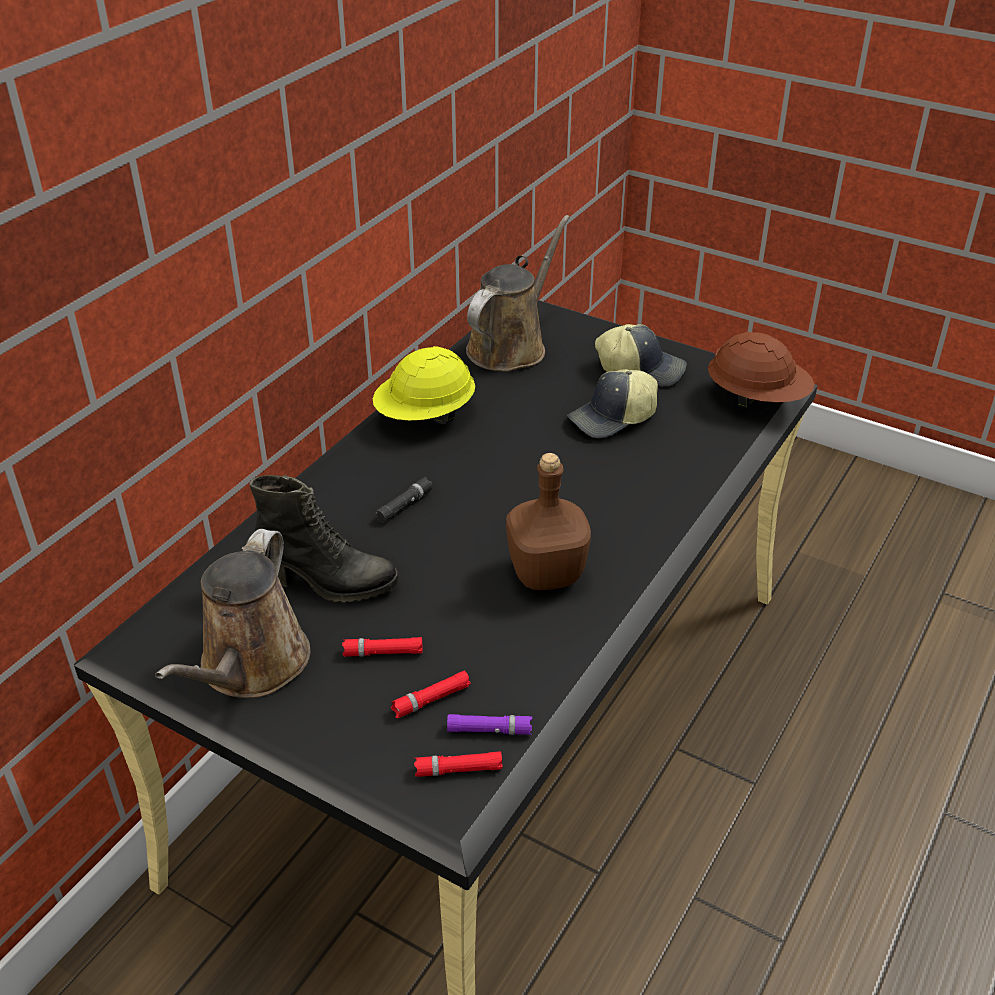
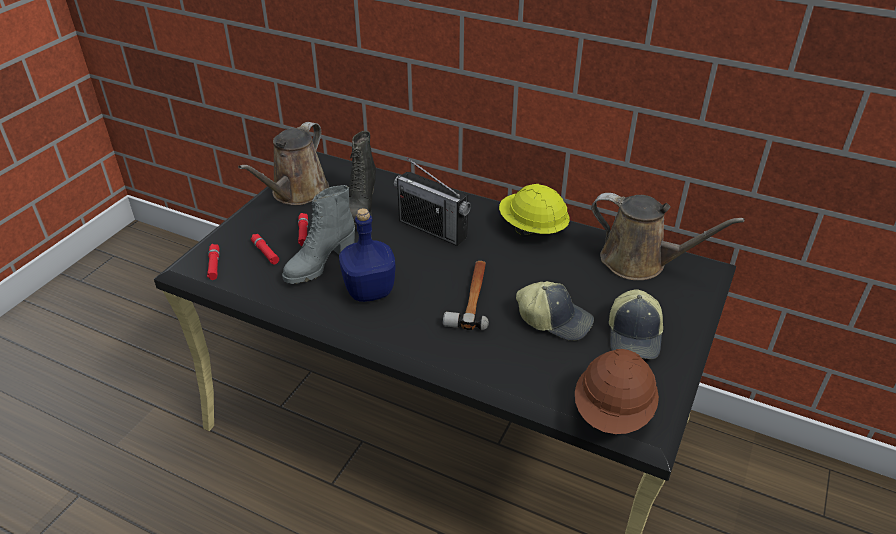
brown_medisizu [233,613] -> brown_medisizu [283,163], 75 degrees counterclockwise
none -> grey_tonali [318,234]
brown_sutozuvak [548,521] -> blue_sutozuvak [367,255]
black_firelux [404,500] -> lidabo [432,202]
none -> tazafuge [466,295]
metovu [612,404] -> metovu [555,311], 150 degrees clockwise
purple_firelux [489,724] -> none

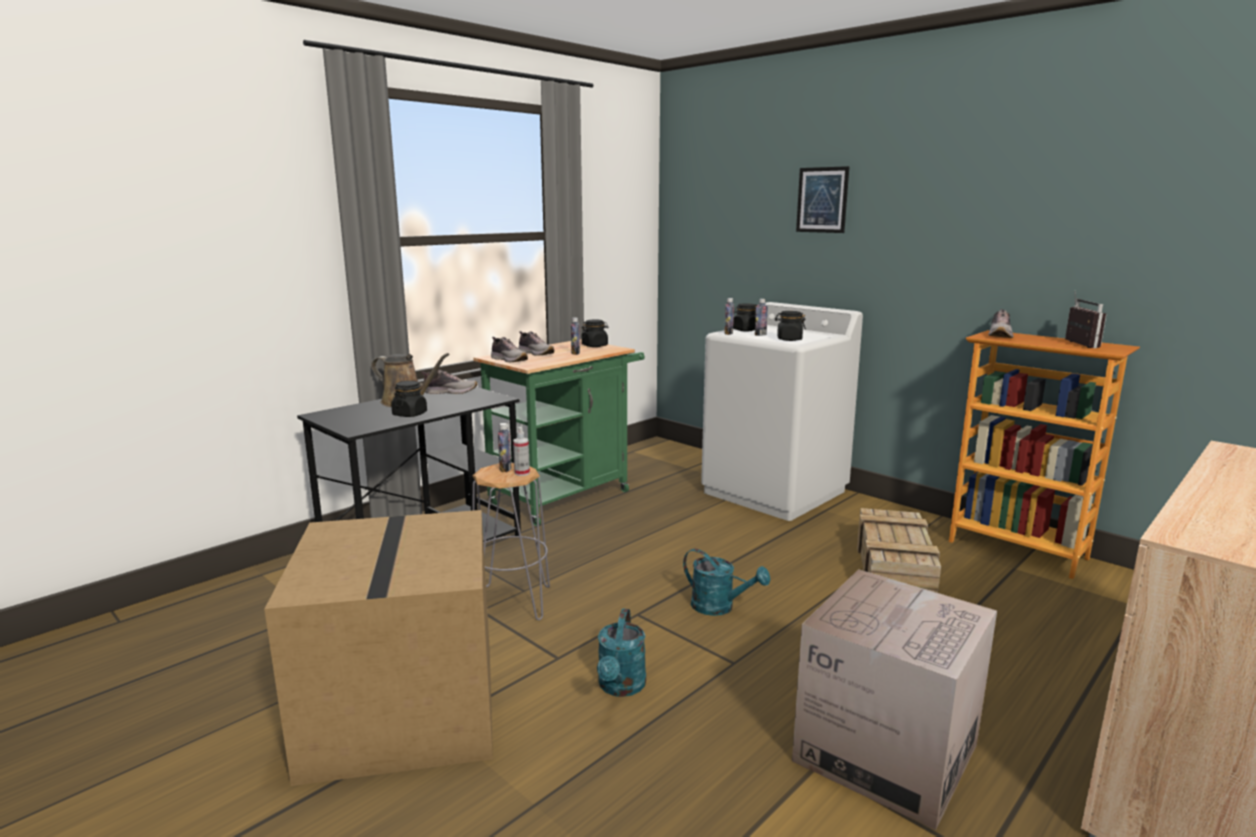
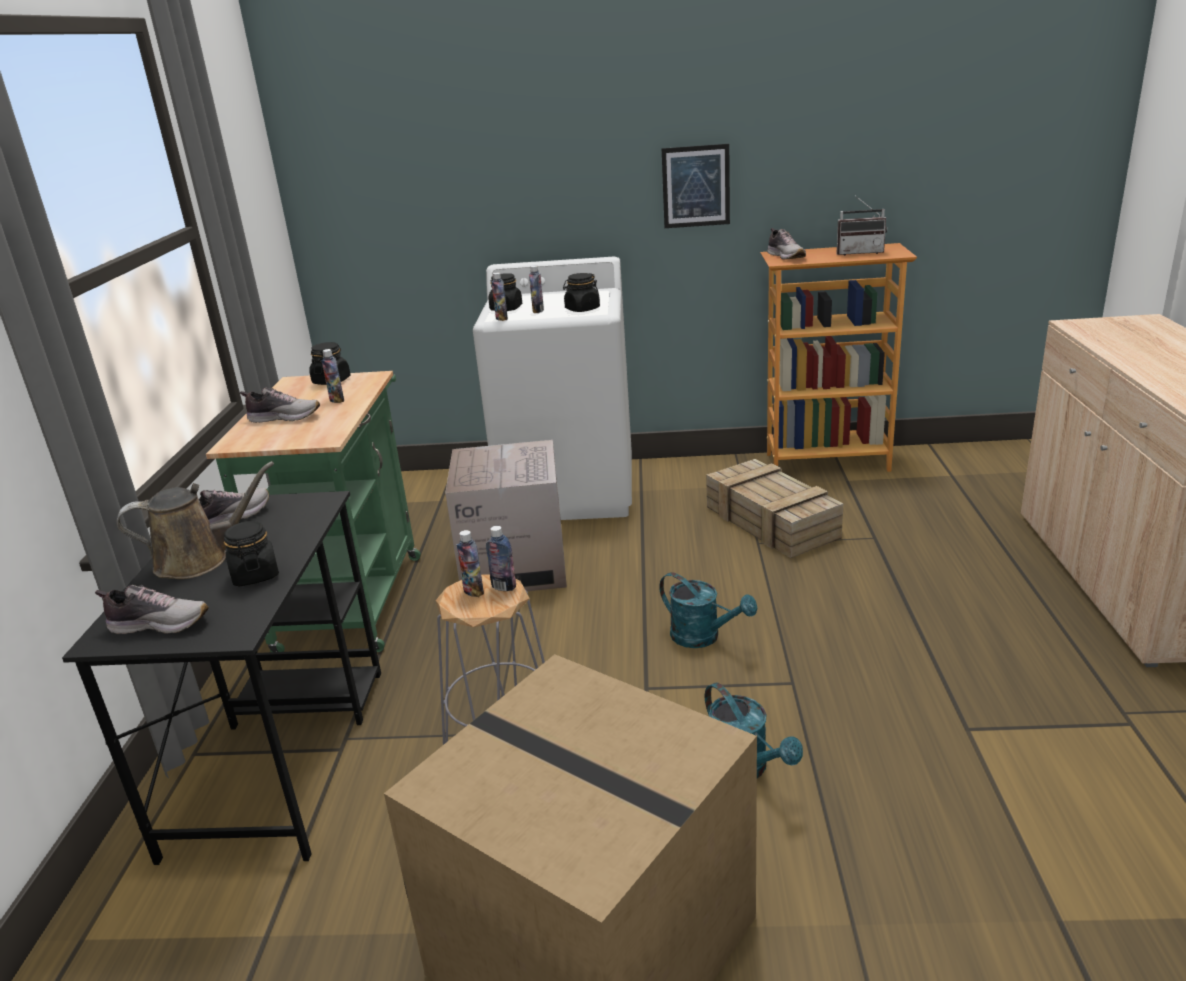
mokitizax [509,349] -> mokitizax [152,609], moved
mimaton [894,699] -> mimaton [506,515], moved
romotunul [521,451] -> sutozuvak [501,558]
turquoise_medisizu [726,582] -> turquoise_medisizu [708,610], 45 degrees clockwise
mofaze [823,199] -> mofaze [695,186], moved
lidabo [1085,319] -> lidabo [862,226], 135 degrees clockwise

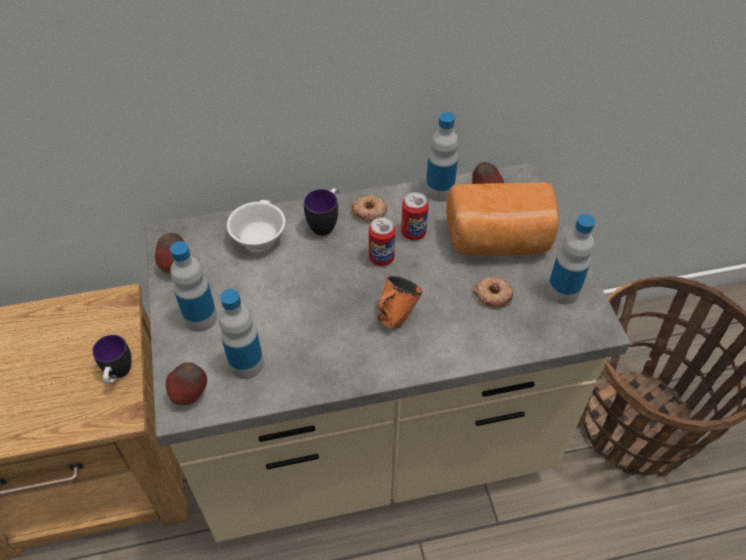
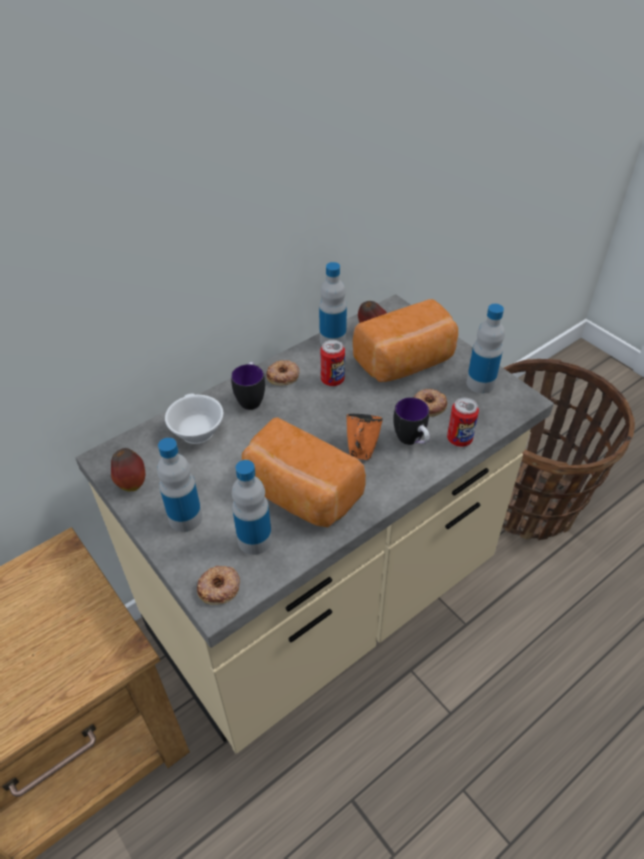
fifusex [186,383] -> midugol [218,585]
none -> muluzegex [304,472]
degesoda [112,359] -> degesoda [411,421], moved
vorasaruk [382,241] -> vorasaruk [463,422], moved

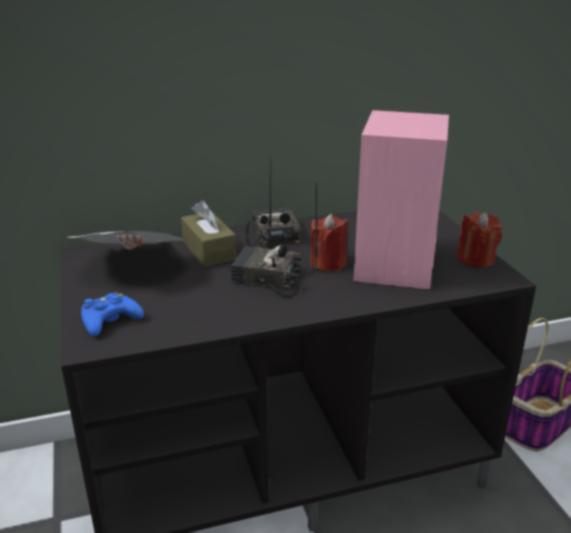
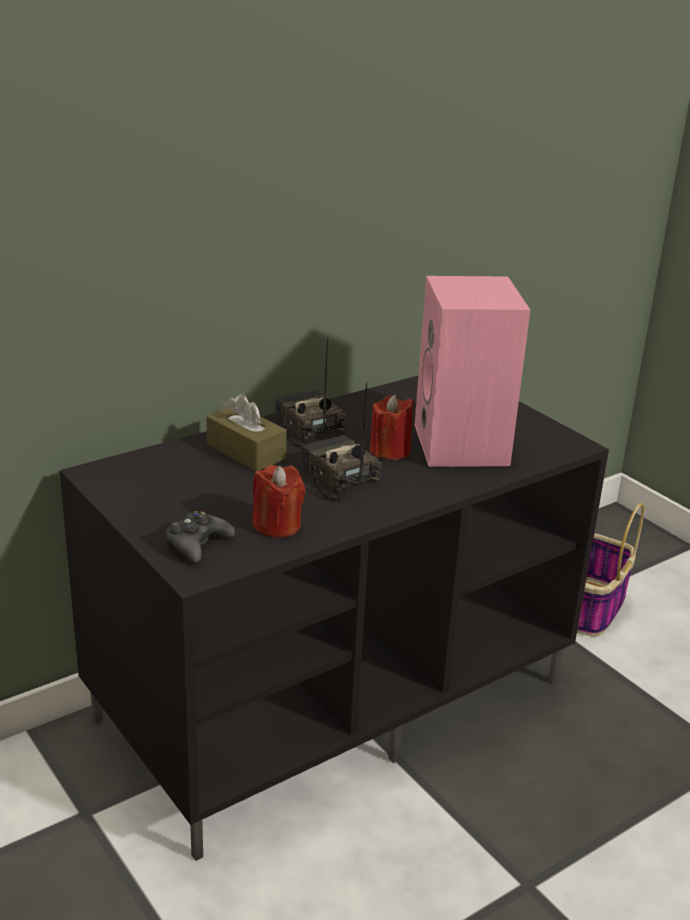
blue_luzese [112,314] -> black_luzese [200,537]
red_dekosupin [479,240] -> red_dekosupin [278,501], moved
lidabo [274,239] -> lidabo [341,442], 60 degrees clockwise
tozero [127,240] -> none

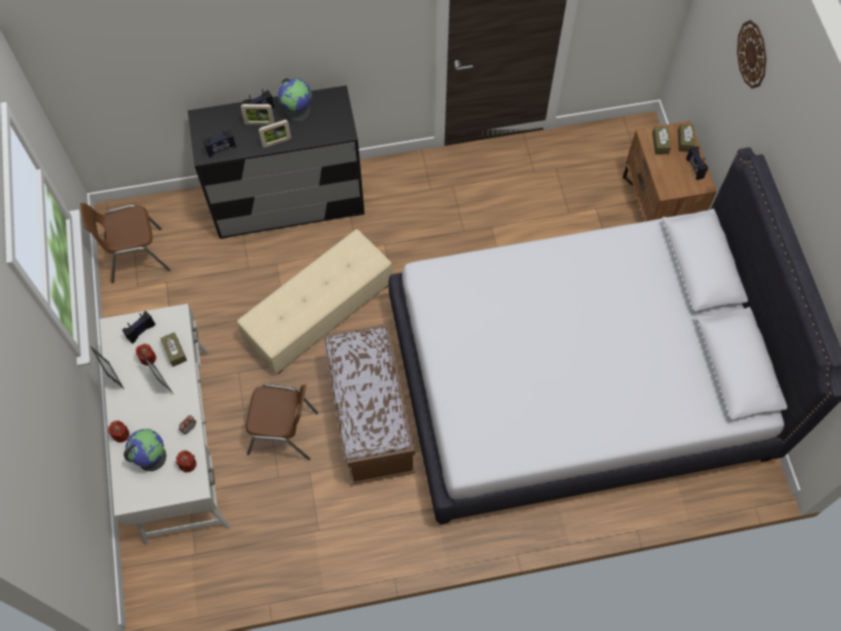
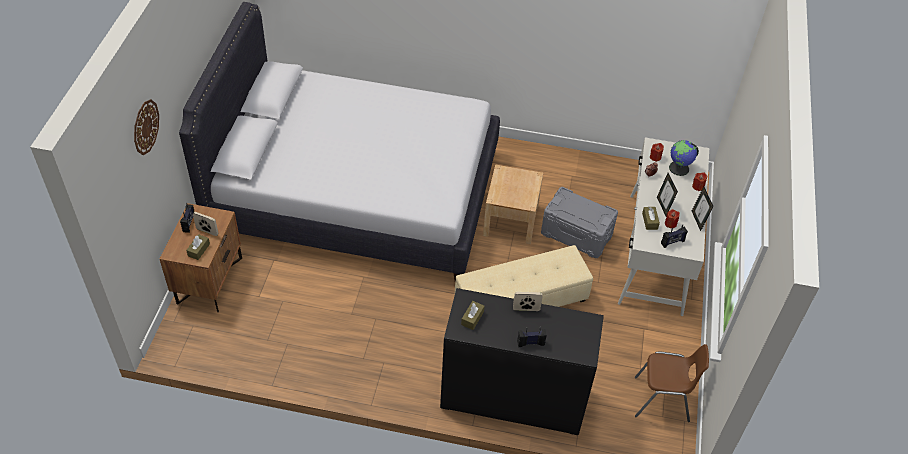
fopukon [257,114] -> fopukon [206,224], moved
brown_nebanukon [686,138] -> brown_nebanukon [473,315], moved
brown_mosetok [370,404] -> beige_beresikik [513,204]
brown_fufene [282,422] -> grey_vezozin [579,222]
lidabo [219,143] -> none
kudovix [295,100] -> none

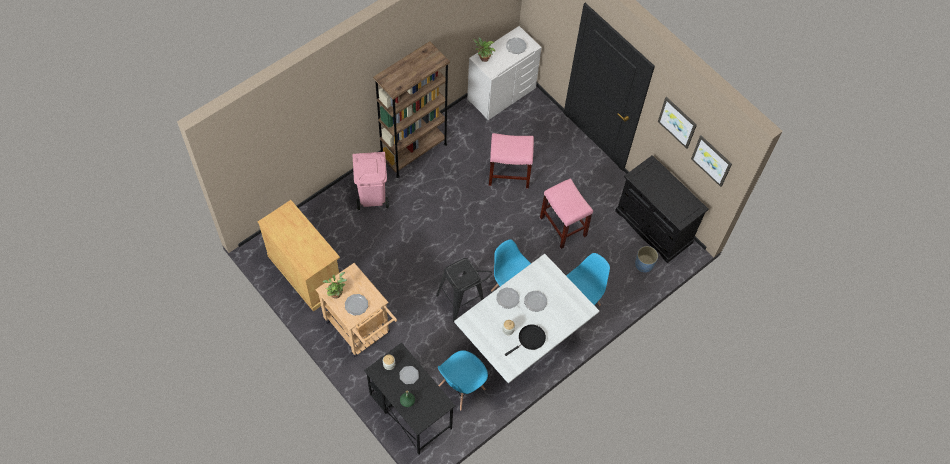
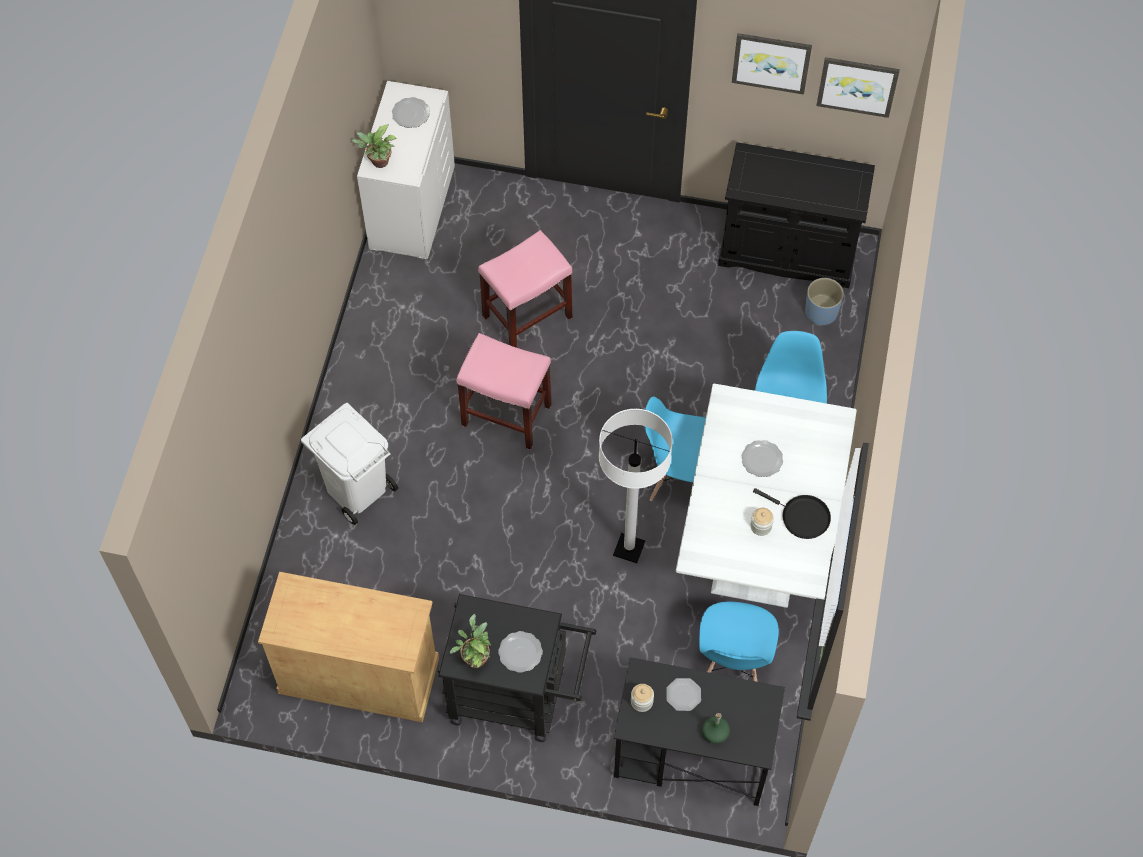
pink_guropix [370,181] -> white_guropix [349,464]
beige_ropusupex [356,310] -> black_ropusupex [517,668]
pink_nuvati [566,213] -> pink_nuvati [504,391], moved
black_nuvati [464,290] -> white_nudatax [636,486]
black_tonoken [525,340] -> black_tonoken [792,513], 105 degrees clockwise
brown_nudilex [411,109] -> none
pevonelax [508,298] -> none

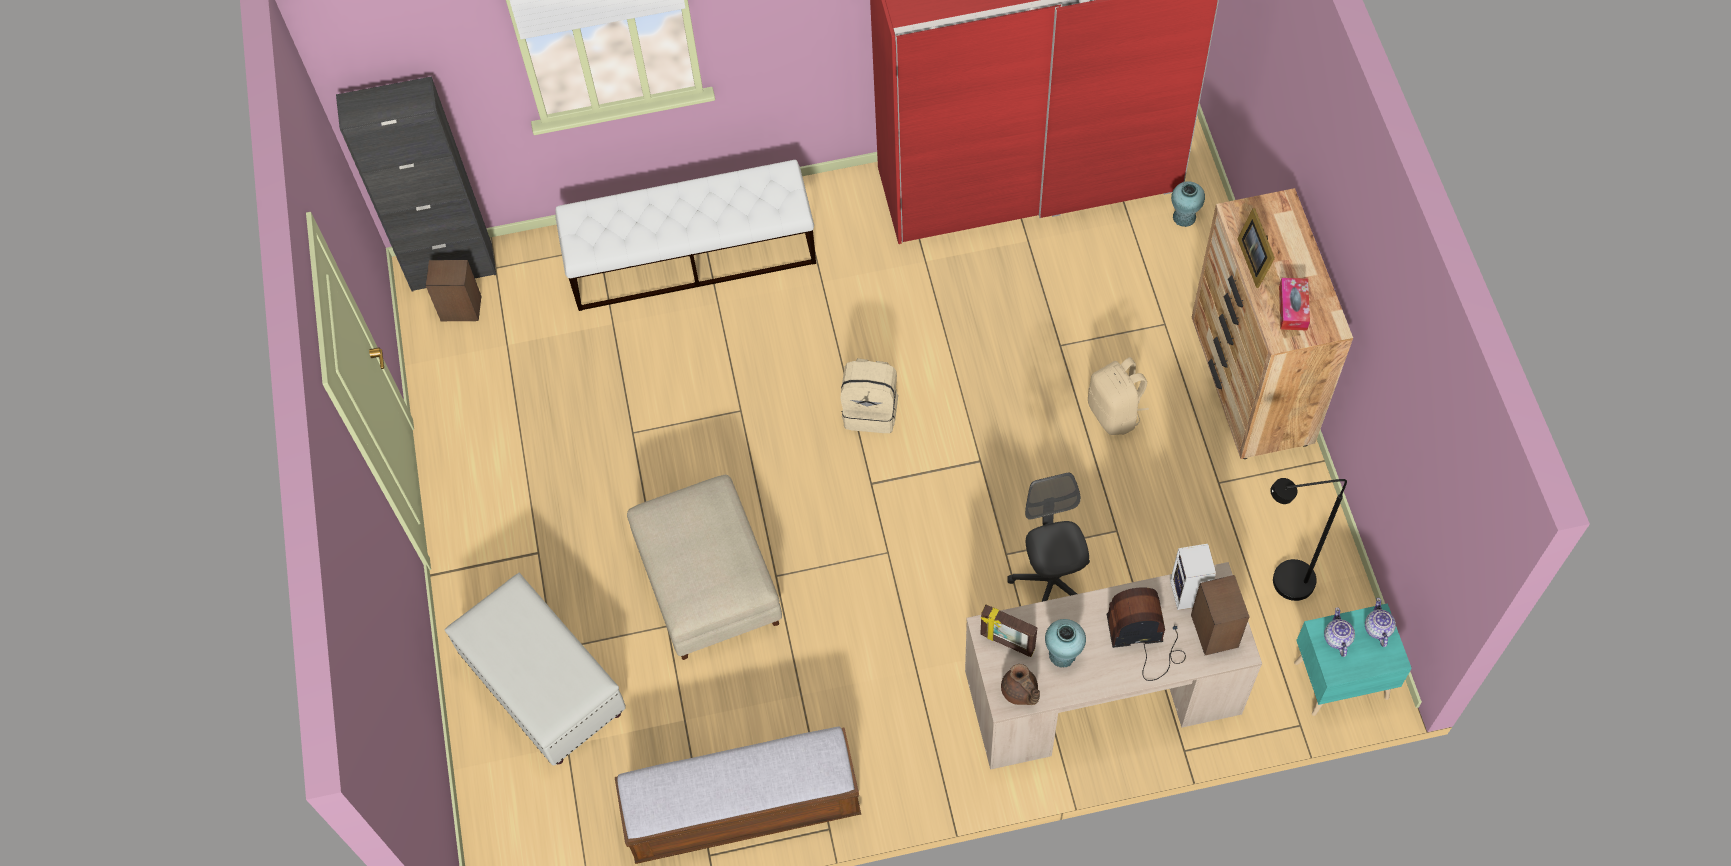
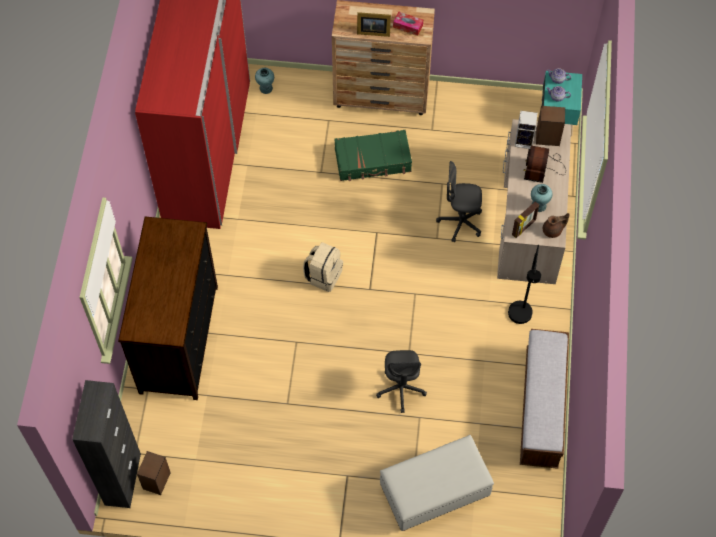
white_mosetok [685,235] -> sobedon [168,308]
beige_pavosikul [1118,396] -> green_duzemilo [373,155]
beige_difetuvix [704,567] -> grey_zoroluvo [401,381]
black_nudatax [1308,539] -> black_nudatax [524,284], moved

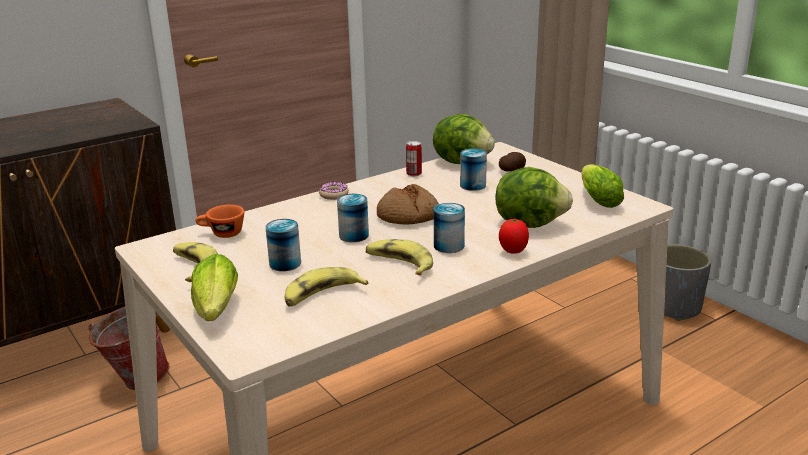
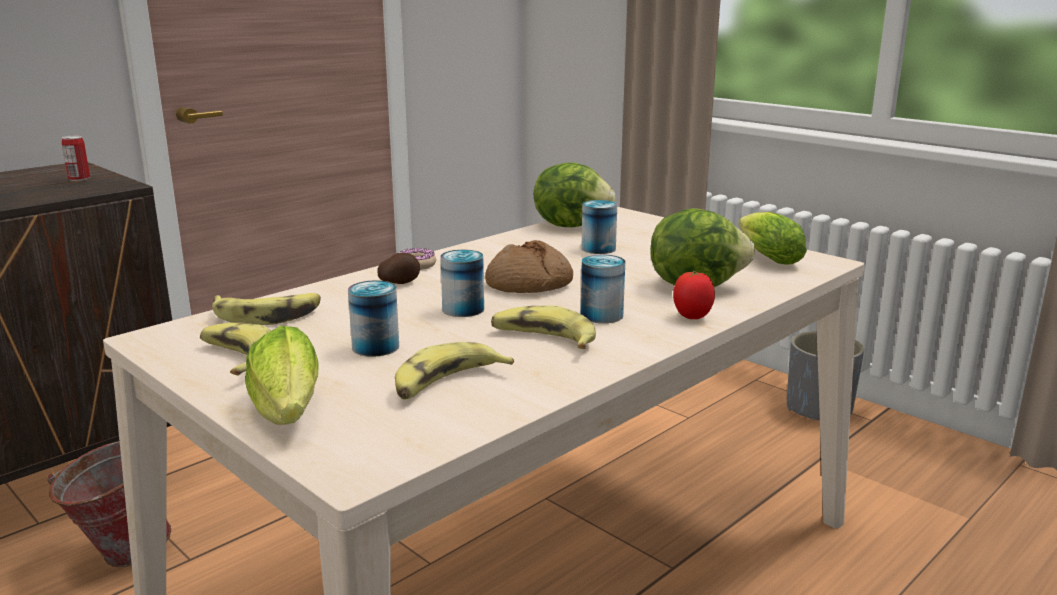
vorasaruk [414,158] -> vorasaruk [76,158], moved
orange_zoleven [219,221] -> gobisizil [266,309]
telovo [512,162] -> telovo [398,268], moved

